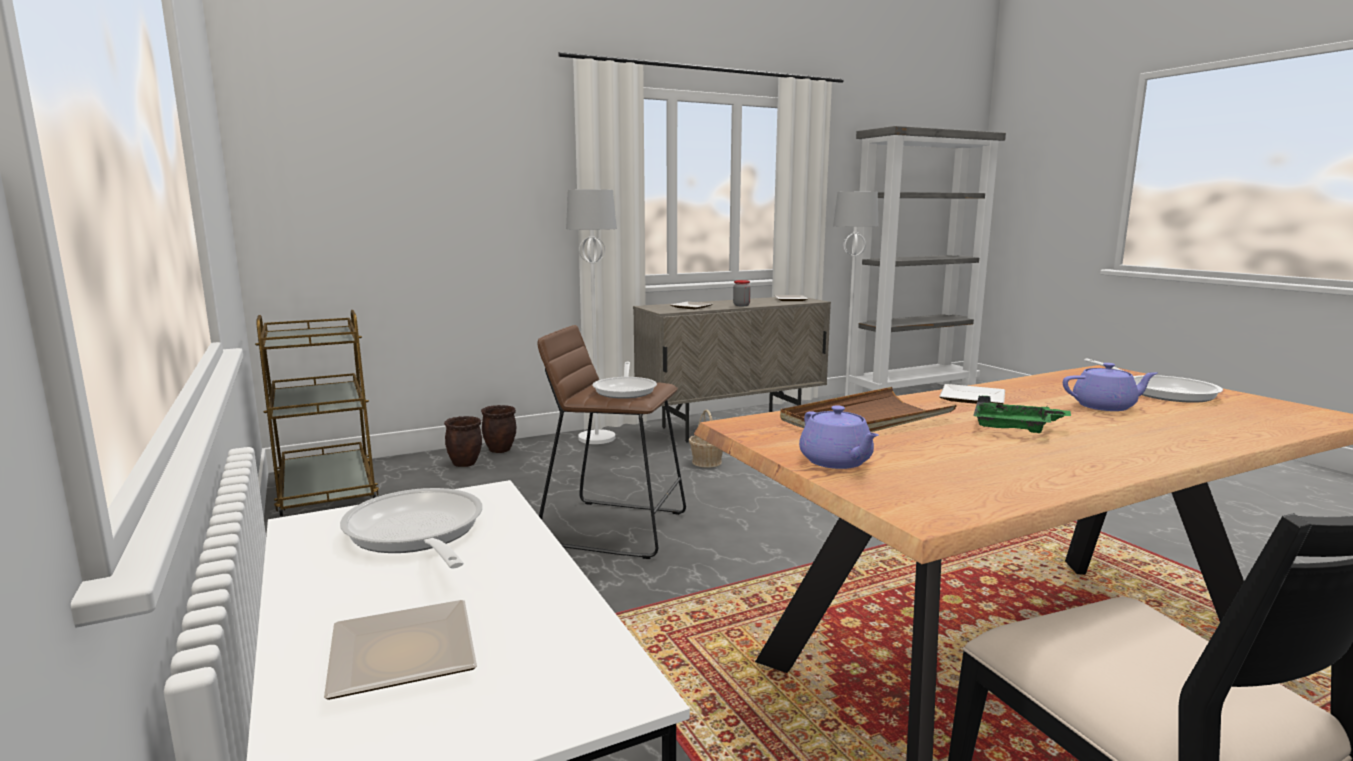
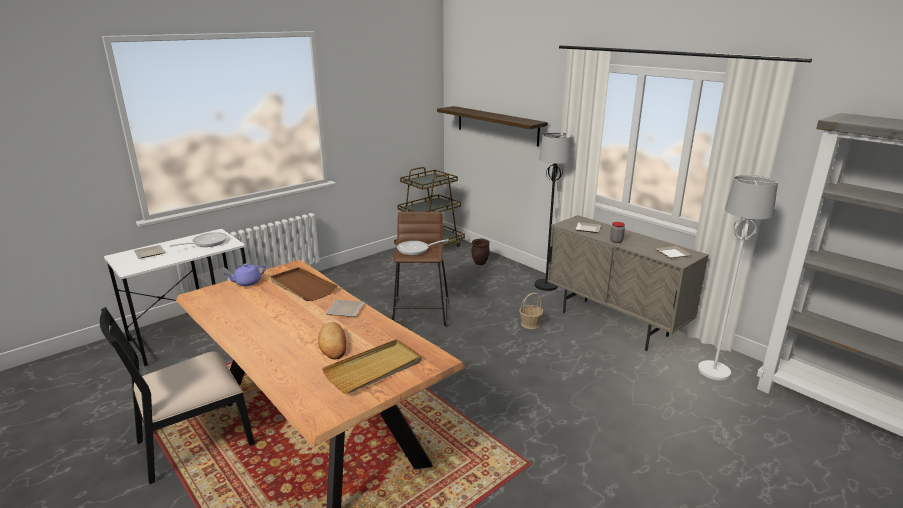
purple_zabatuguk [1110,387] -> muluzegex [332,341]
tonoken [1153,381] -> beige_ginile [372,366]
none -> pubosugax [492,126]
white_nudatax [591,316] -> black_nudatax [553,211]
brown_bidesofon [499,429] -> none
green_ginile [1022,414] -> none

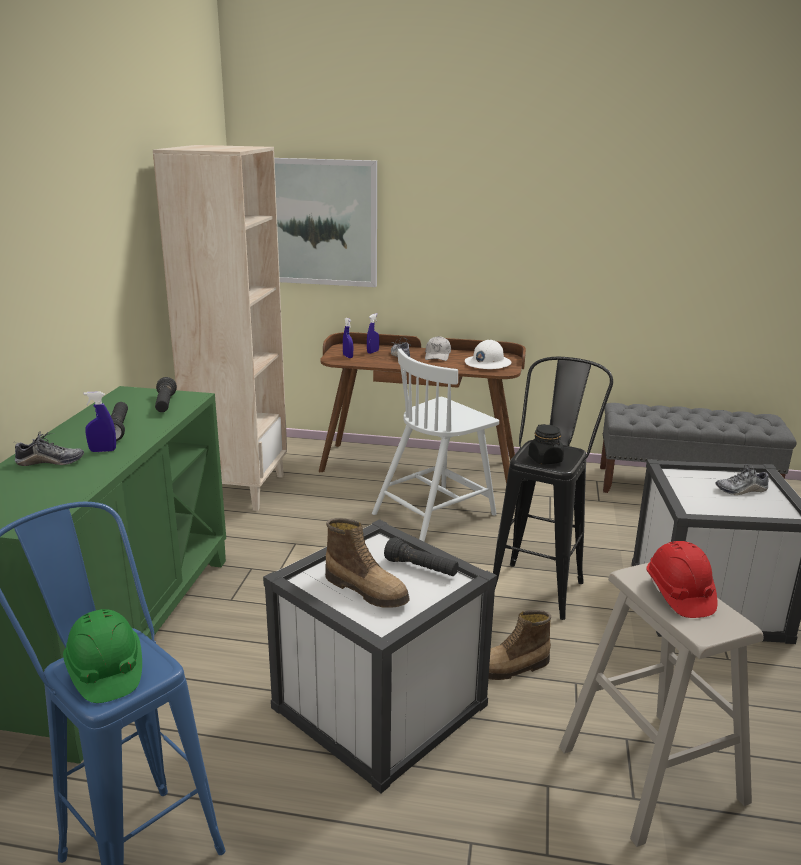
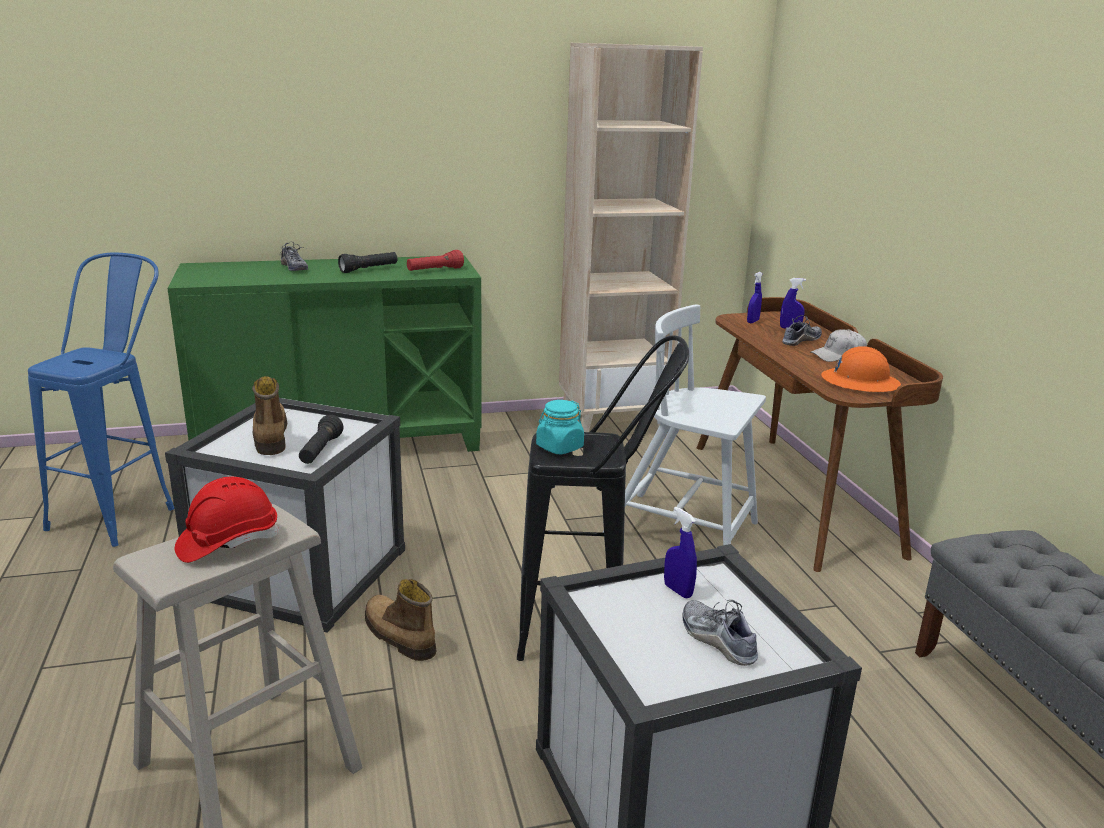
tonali [367,563] -> tonali [269,415], 150 degrees clockwise
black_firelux [166,394] -> red_firelux [435,260]
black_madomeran [546,444] -> turquoise_madomeran [560,427]
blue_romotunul [100,421] -> blue_romotunul [680,553], moved
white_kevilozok [488,354] -> orange_kevilozok [861,369]
green_kevilozok [102,656] -> none
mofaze [325,222] -> none

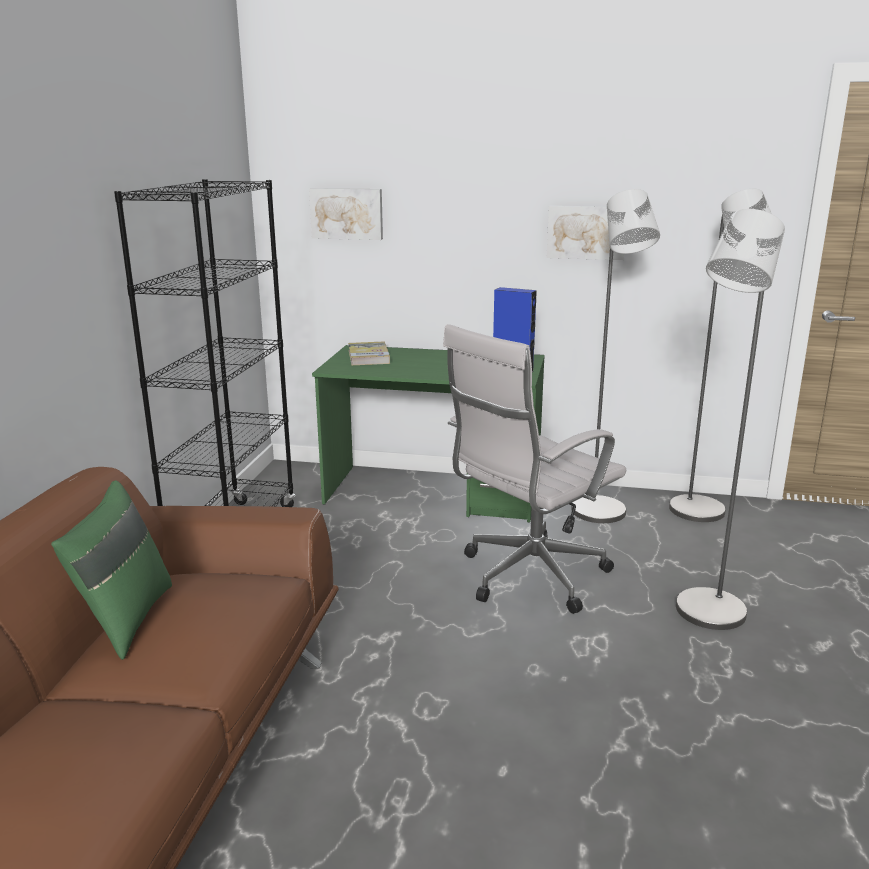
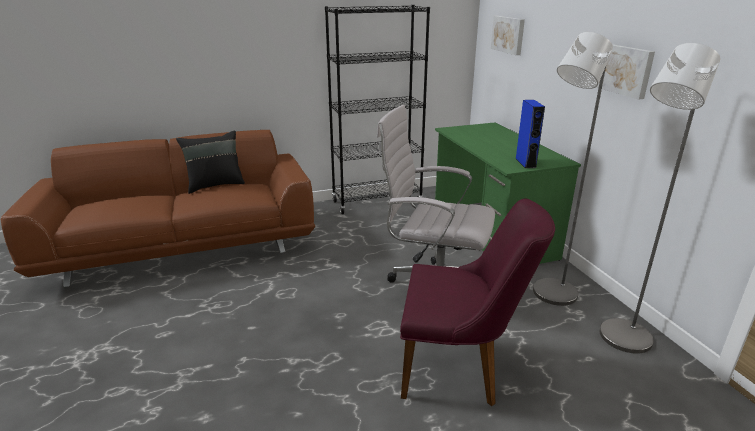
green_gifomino [111,570] -> black_gifomino [210,162]
grey_nudatax [730,419] -> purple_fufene [477,302]
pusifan [369,353] -> none

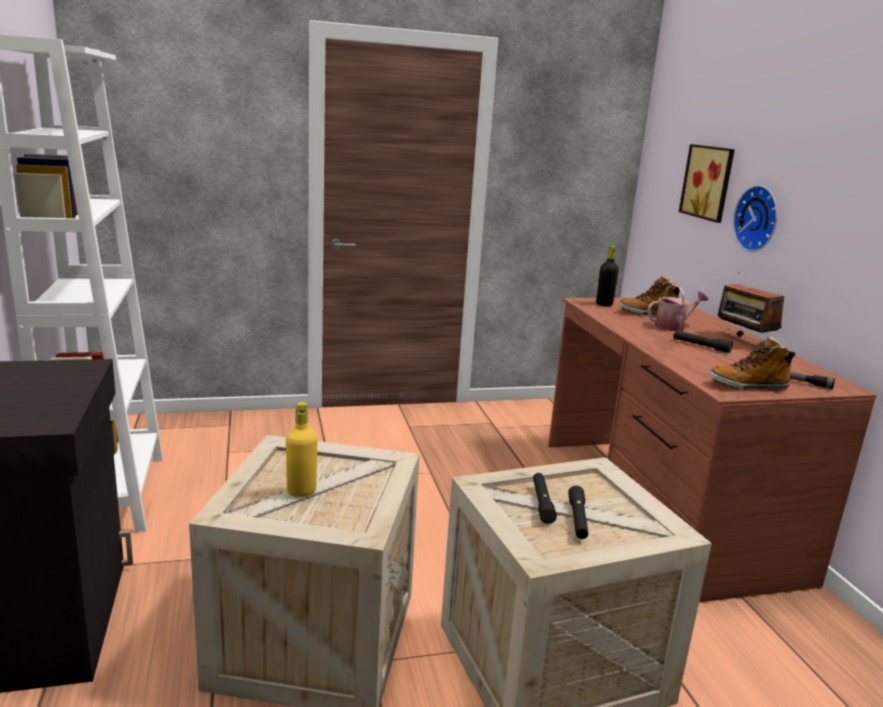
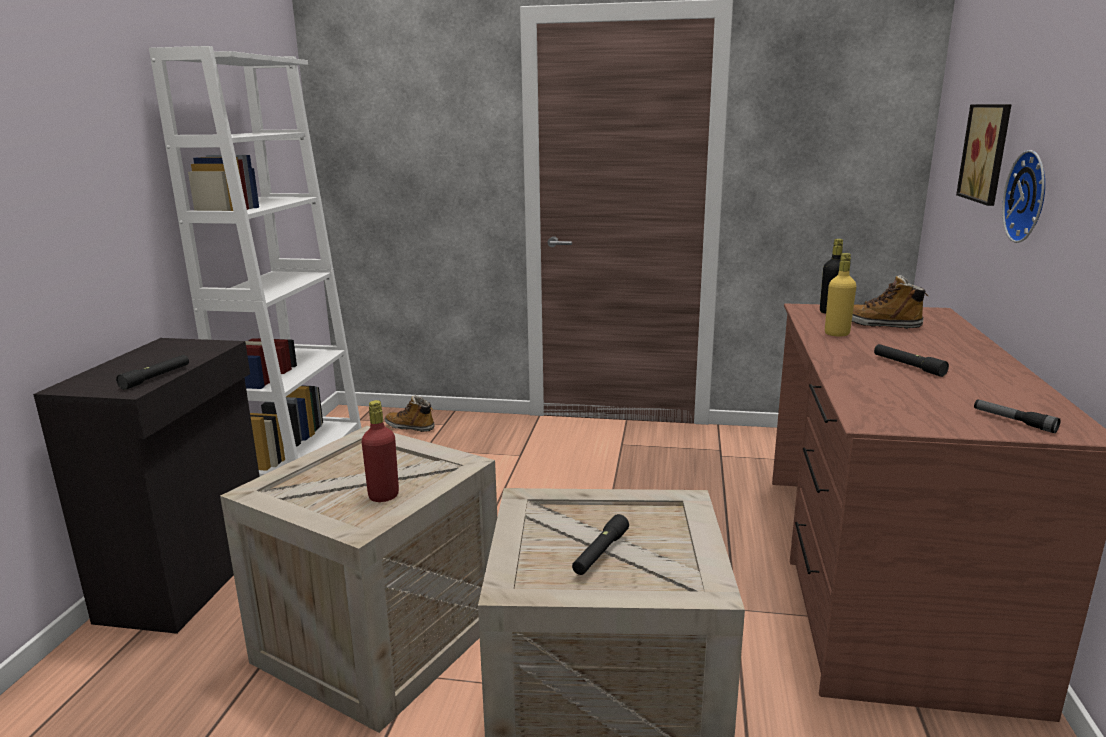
black_firelux [545,498] -> black_firelux [152,372], moved
none -> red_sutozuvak [380,451]
tonali [752,363] -> tonali [410,413], moved
yellow_sutozuvak [302,449] -> yellow_sutozuvak [840,294], moved
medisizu [677,307] -> none
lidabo [750,304] -> none

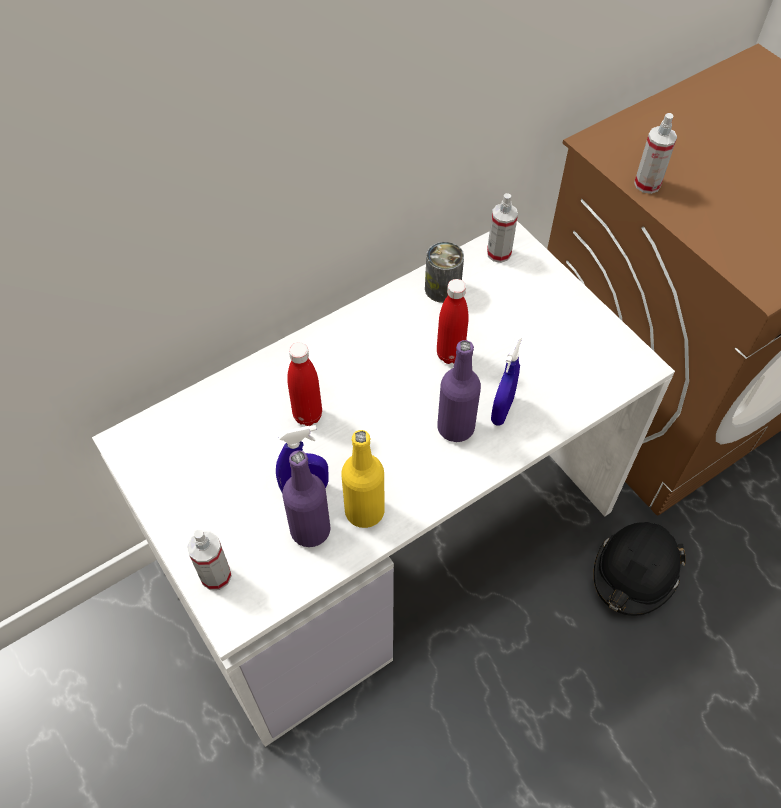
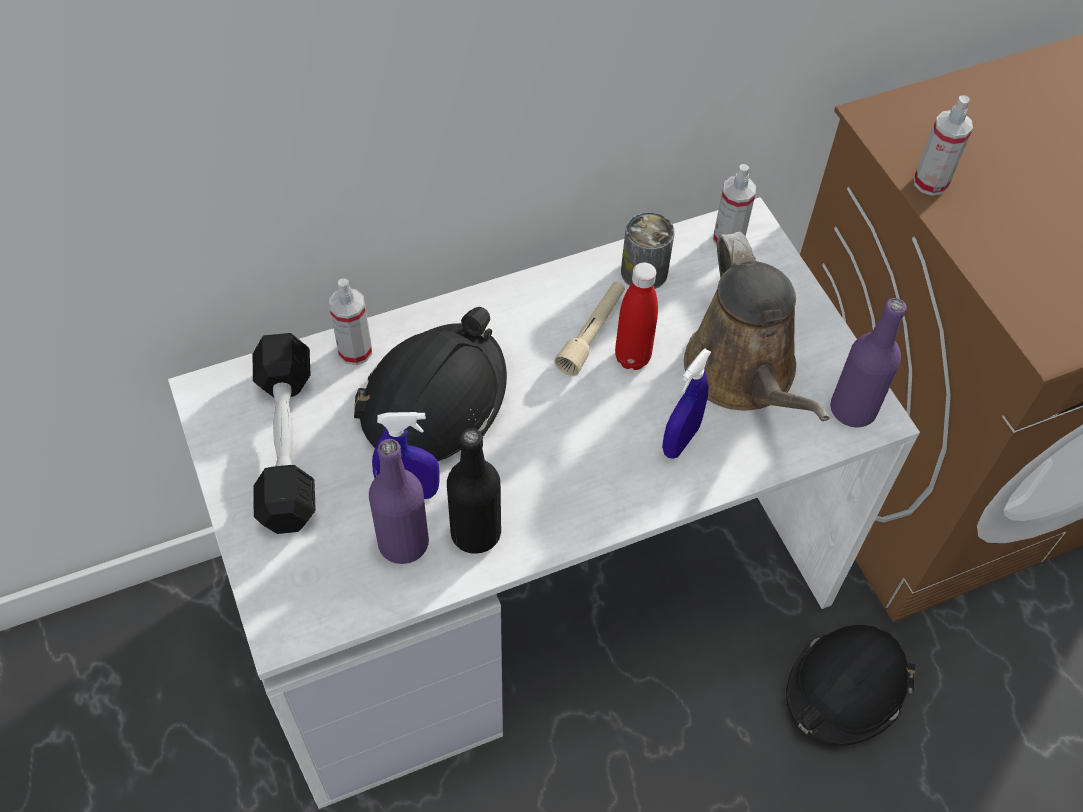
none -> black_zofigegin [284,433]
romotunul [209,560] -> romotunul [350,321], moved
red_sutozuvak [304,384] -> black_kevilozok [430,384]
yellow_sutozuvak [363,479] -> black_sutozuvak [474,491]
none -> beige_firelux [589,329]
none -> brown_medisizu [756,326]
purple_sutozuvak [459,391] -> purple_sutozuvak [868,363], moved

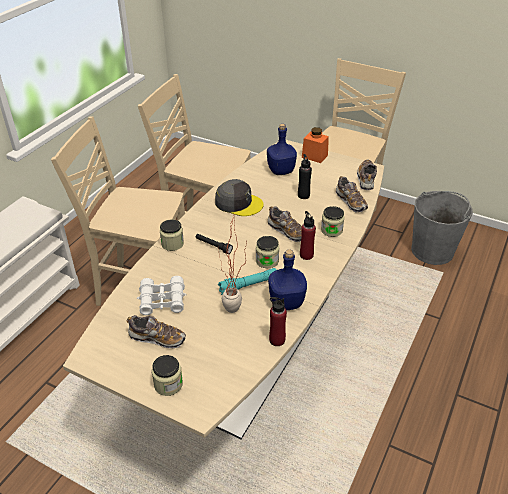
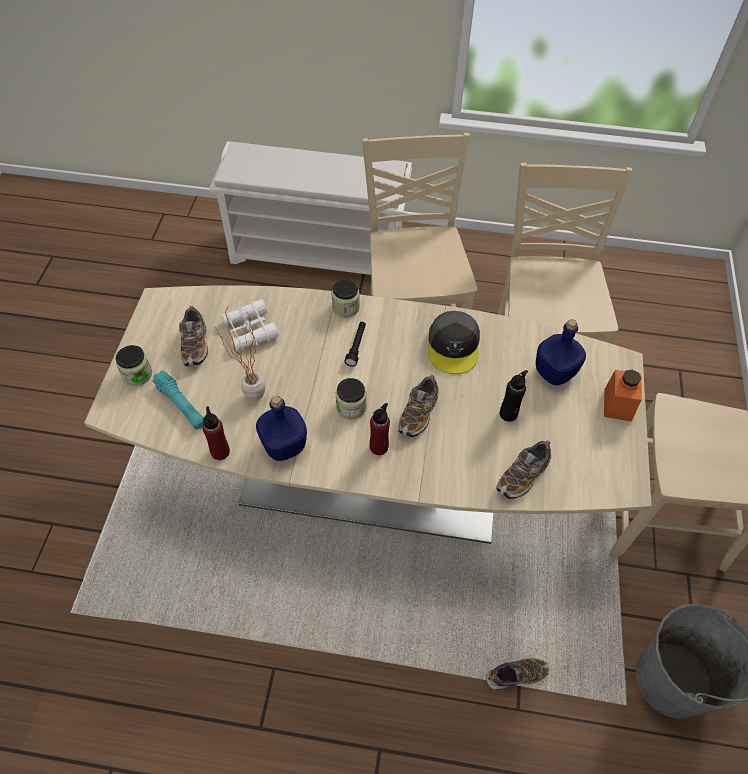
turquoise_firelux [247,281] -> turquoise_firelux [178,400], moved
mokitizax [367,175] -> mokitizax [517,674], moved
madomeran [332,221] -> none

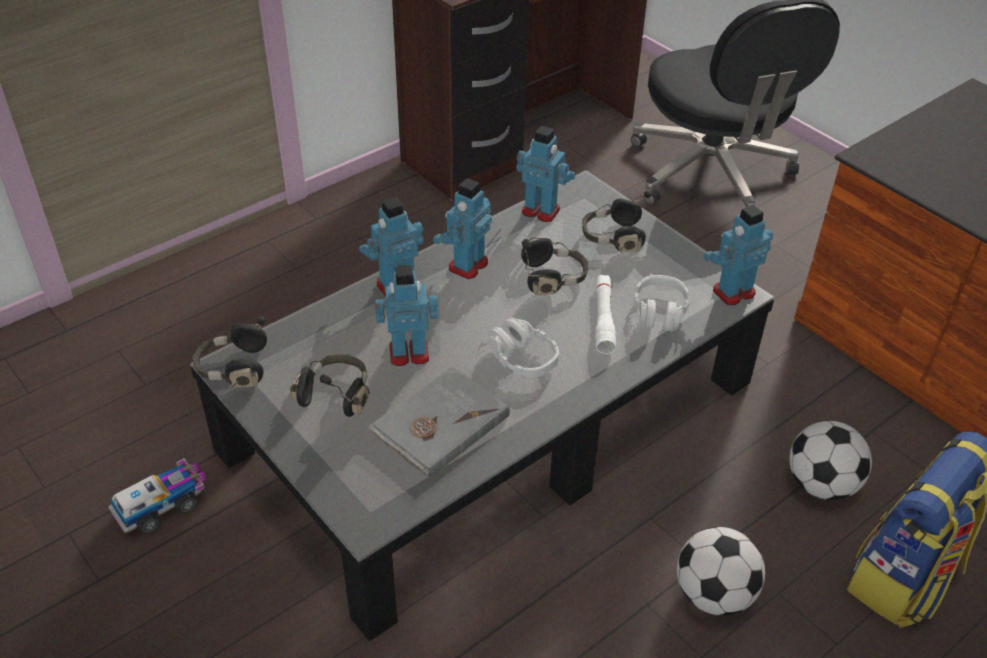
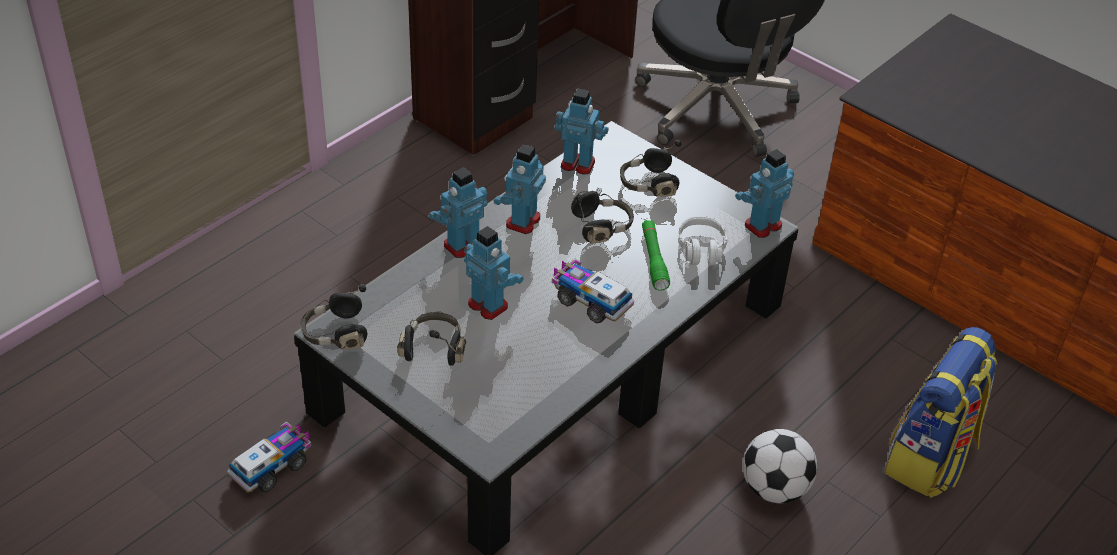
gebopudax [406,315] -> gebopudax [494,273], 60 degrees clockwise
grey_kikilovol [523,347] -> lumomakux [593,291]
white_firelux [605,314] -> green_firelux [656,255]
grey_pusifan [438,422] -> none
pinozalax [830,460] -> none

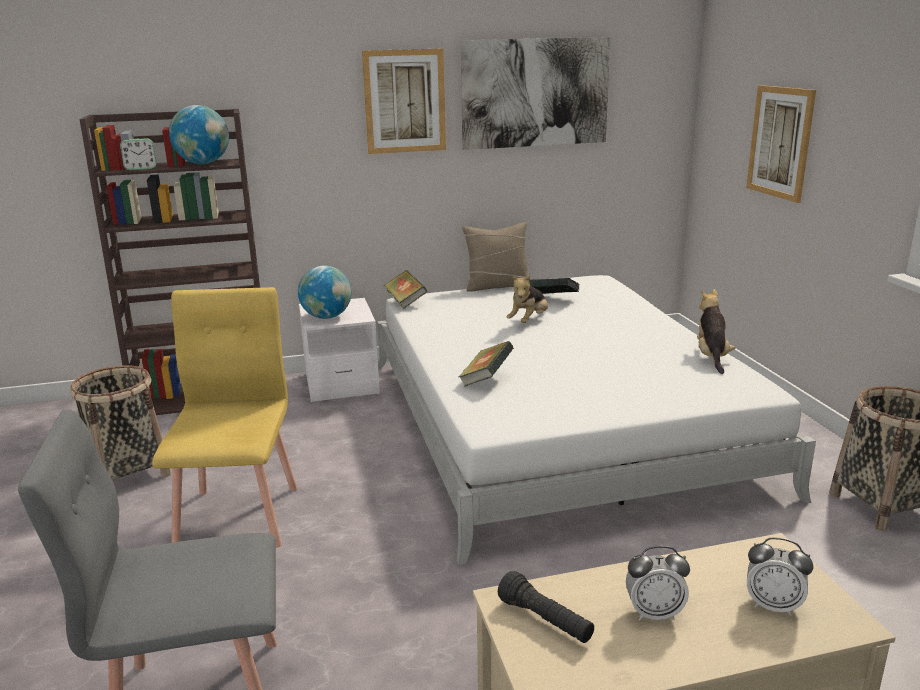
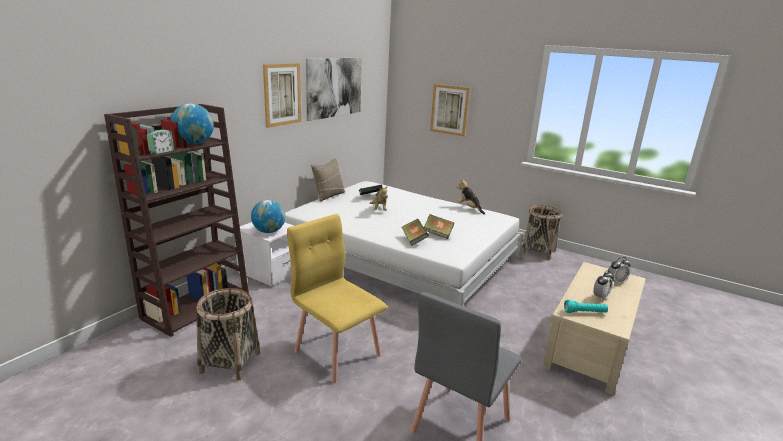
pusifan [405,289] -> pusifan [439,226], moved
black_firelux [546,607] -> turquoise_firelux [586,306]

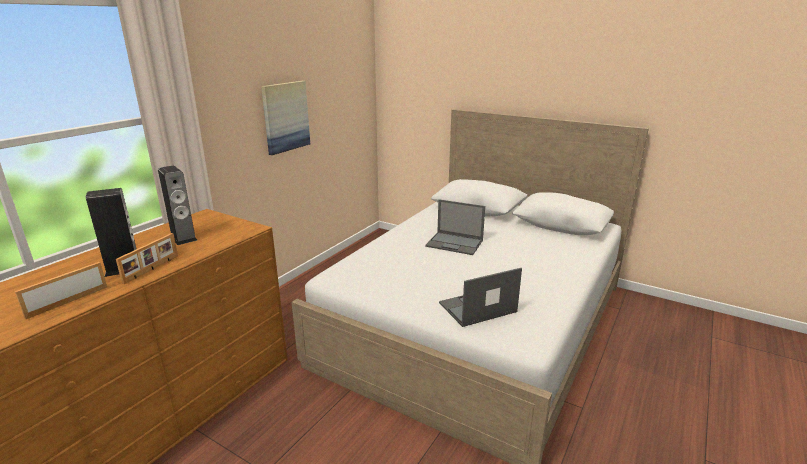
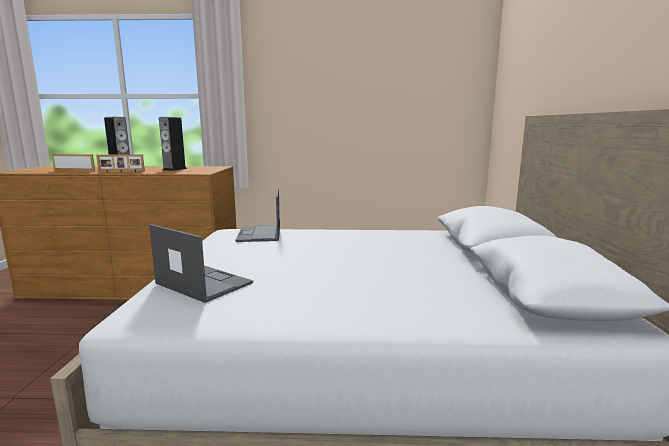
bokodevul [455,227] -> bokodevul [258,215], moved
mofaze [285,118] -> none

